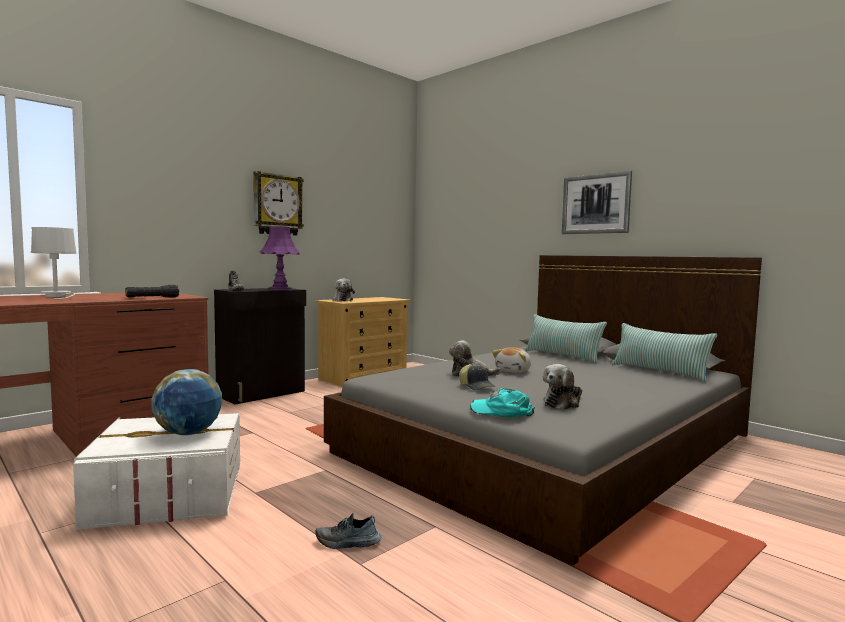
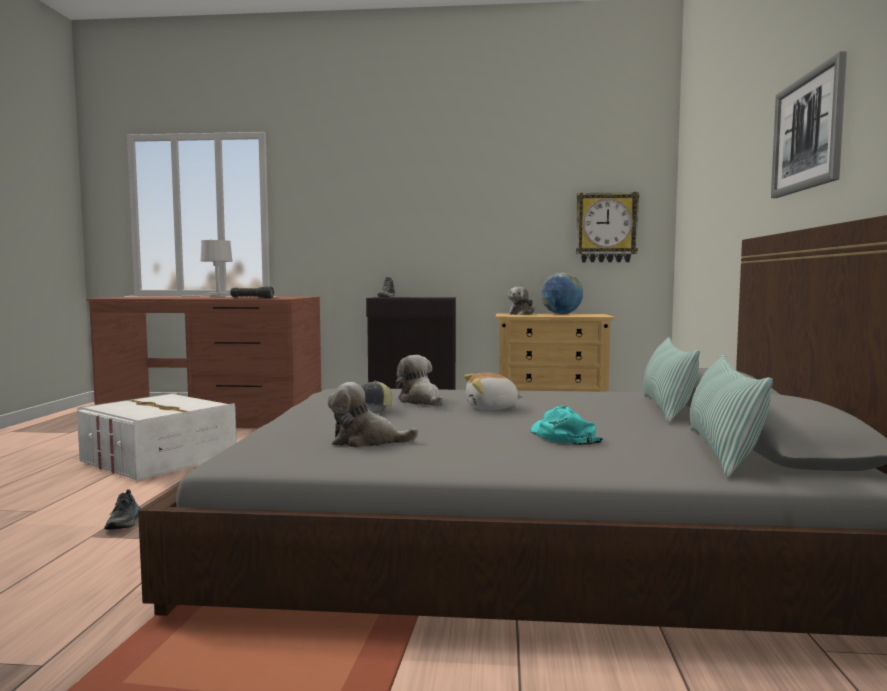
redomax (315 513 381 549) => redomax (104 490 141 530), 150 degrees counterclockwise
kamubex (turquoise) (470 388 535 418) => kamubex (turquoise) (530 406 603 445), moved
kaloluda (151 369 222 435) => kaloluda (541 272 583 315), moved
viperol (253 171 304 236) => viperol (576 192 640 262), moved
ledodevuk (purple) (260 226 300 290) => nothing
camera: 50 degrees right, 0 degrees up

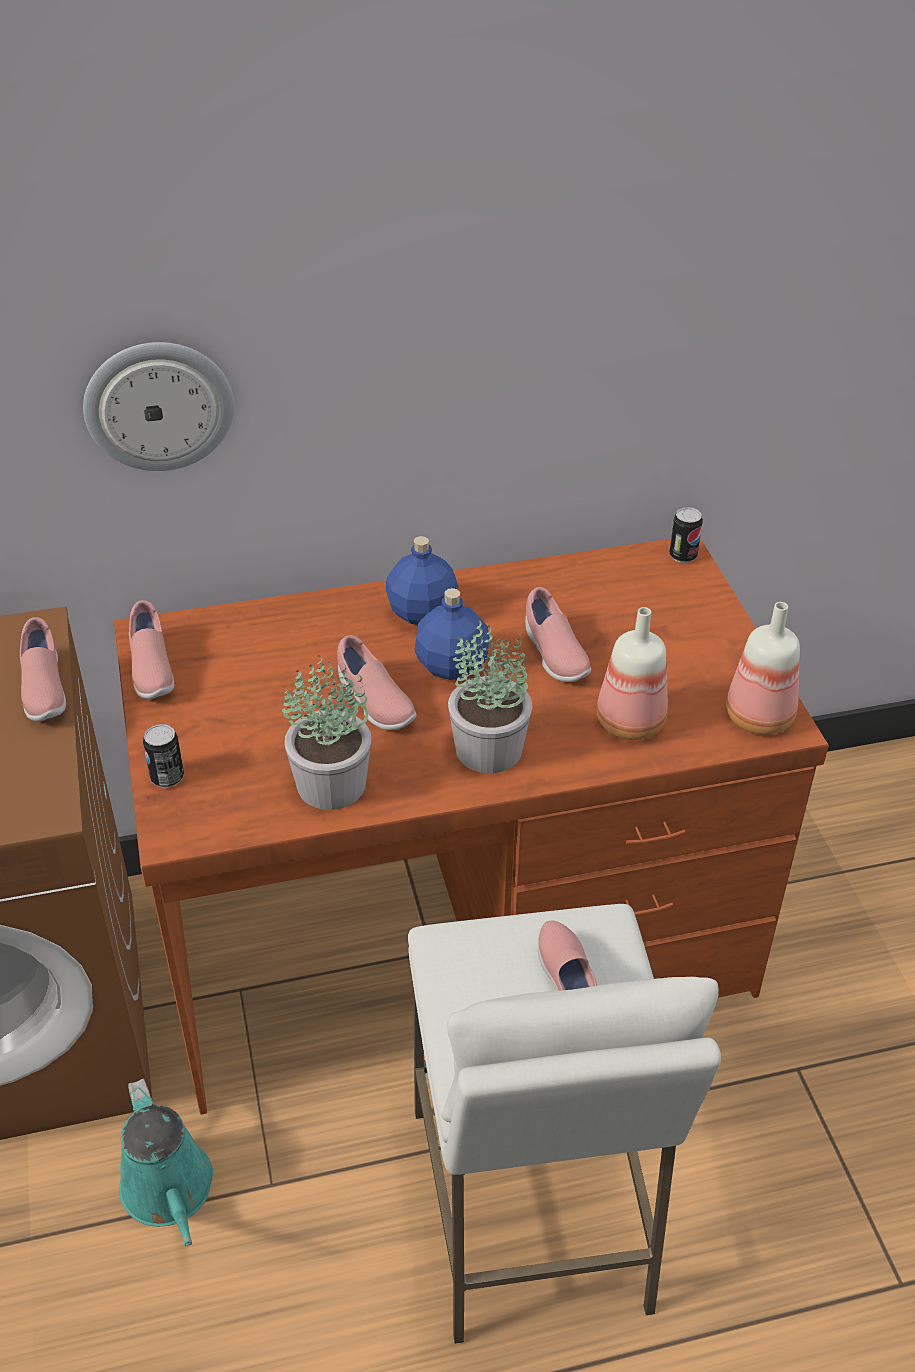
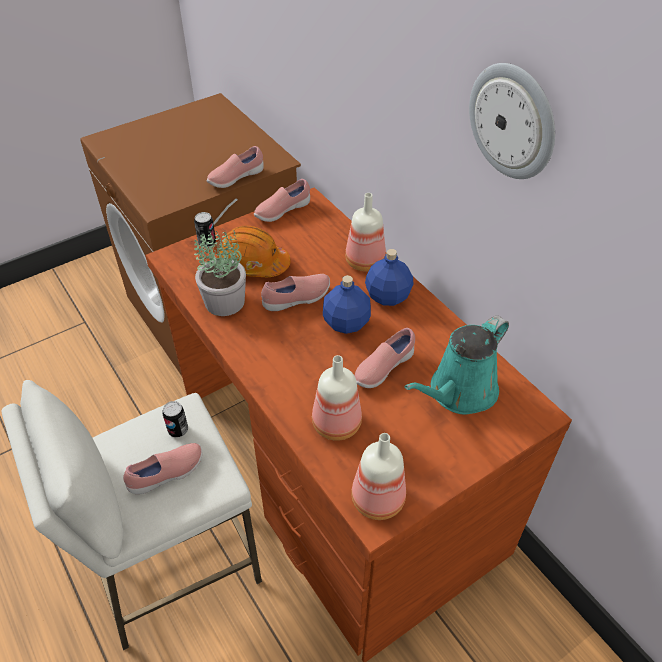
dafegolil (669 507 703 563) => dafegolil (162 401 188 438), moved
nothing => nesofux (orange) (217 225 291 277)
redomax (pink) (337 635 417 730) => redomax (pink) (261 274 330 311), 150 degrees counterclockwise
nothing => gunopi (345 193 386 272)
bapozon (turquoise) (119 1078 213 1246) => bapozon (turquoise) (404 316 509 415), moved
viperol (83 342 234 471) => viperol (469 63 555 179), moved
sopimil (448 619 533 773) => nothing
camera: 70 degrees right, 5 degrees up

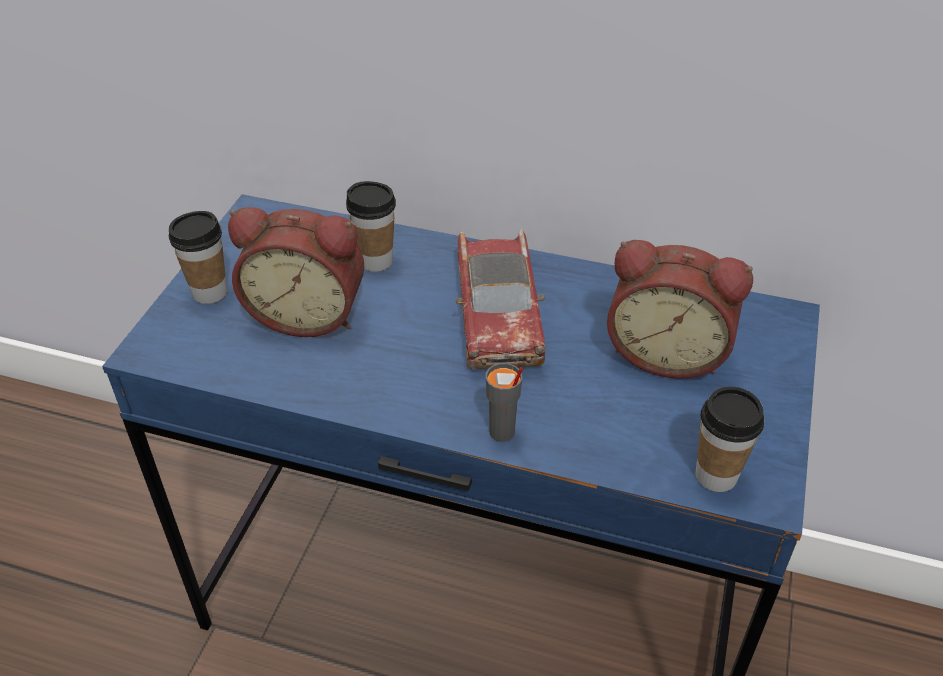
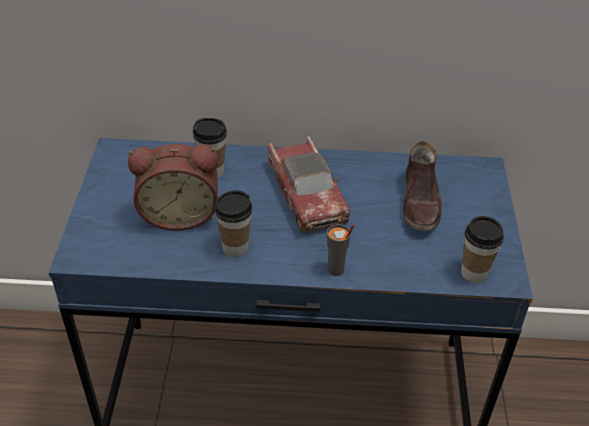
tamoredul (169 211 227 304) => tamoredul (214 190 252 257), moved
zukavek (607 240 753 379) => redomax (brown) (403 141 441 231)
camera: 15 degrees left, 0 degrees up

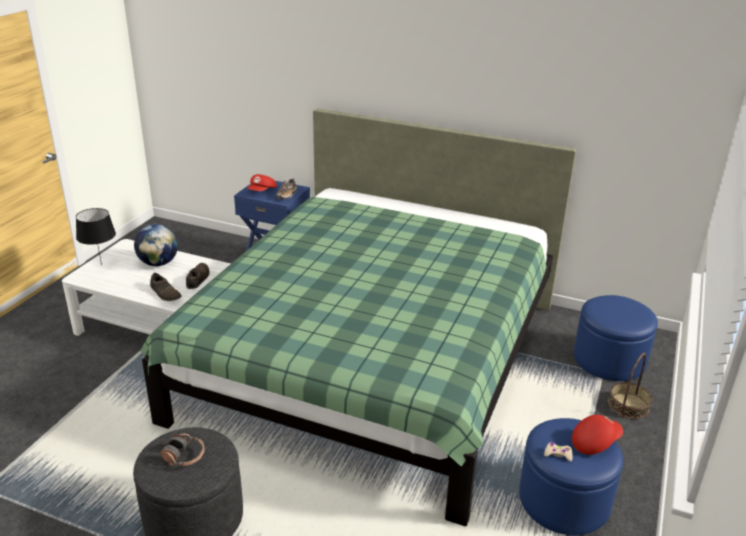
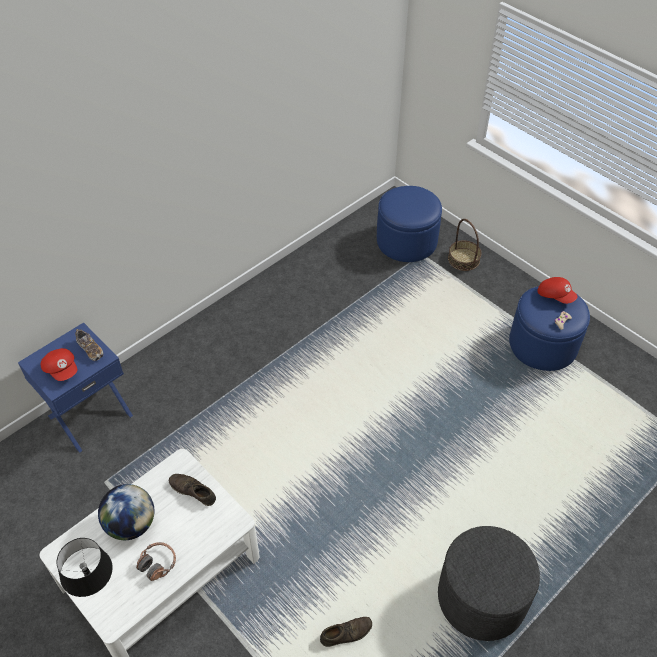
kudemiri (161 434 205 466) => kudemiri (136 542 176 581), moved
redomax (brown) (150 273 182 301) => redomax (brown) (320 617 372 647), moved
kamubex (red) (572 415 623 455) => kamubex (red) (537 277 577 304), 135 degrees clockwise
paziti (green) (141 108 577 526) => nothing
camera: 65 degrees left, 20 degrees up

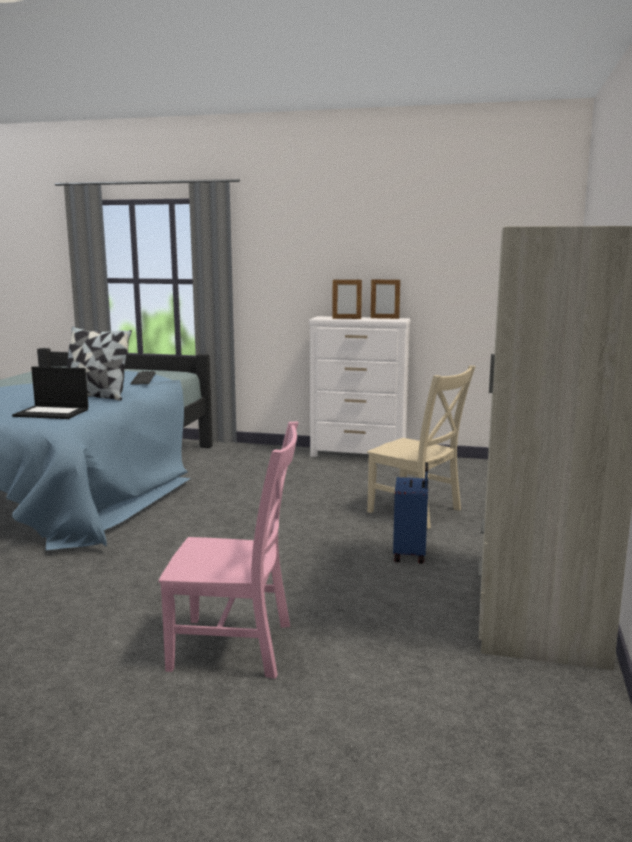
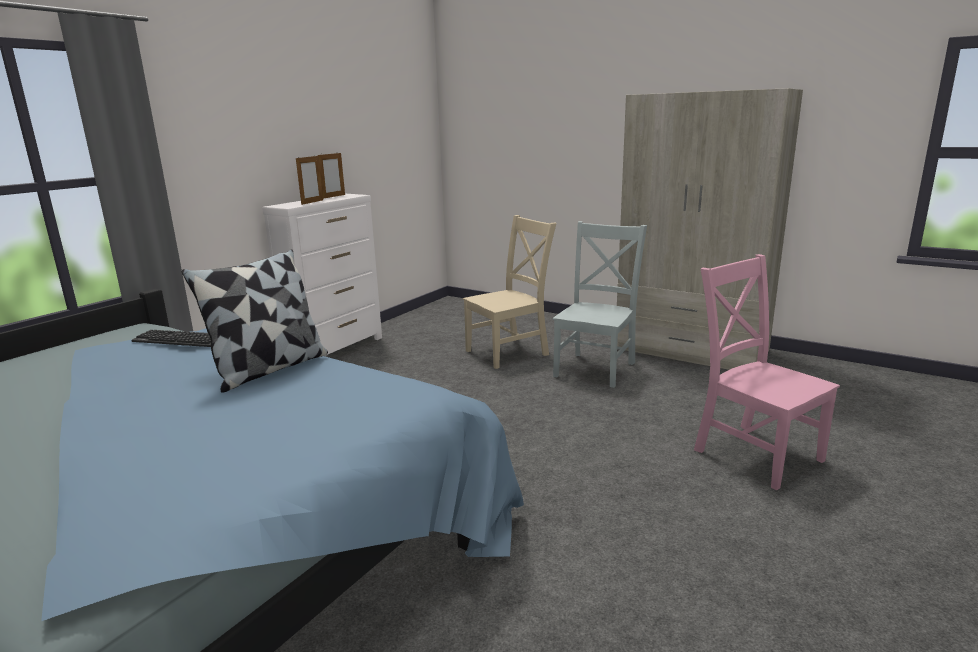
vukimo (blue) (393 462 428 564) => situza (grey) (553 221 647 388)
situza (pink) (159 421 298 679) => situza (pink) (694 254 840 490), 60 degrees counterclockwise
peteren (12 366 88 419) => nothing
camera: 70 degrees left, 5 degrees up

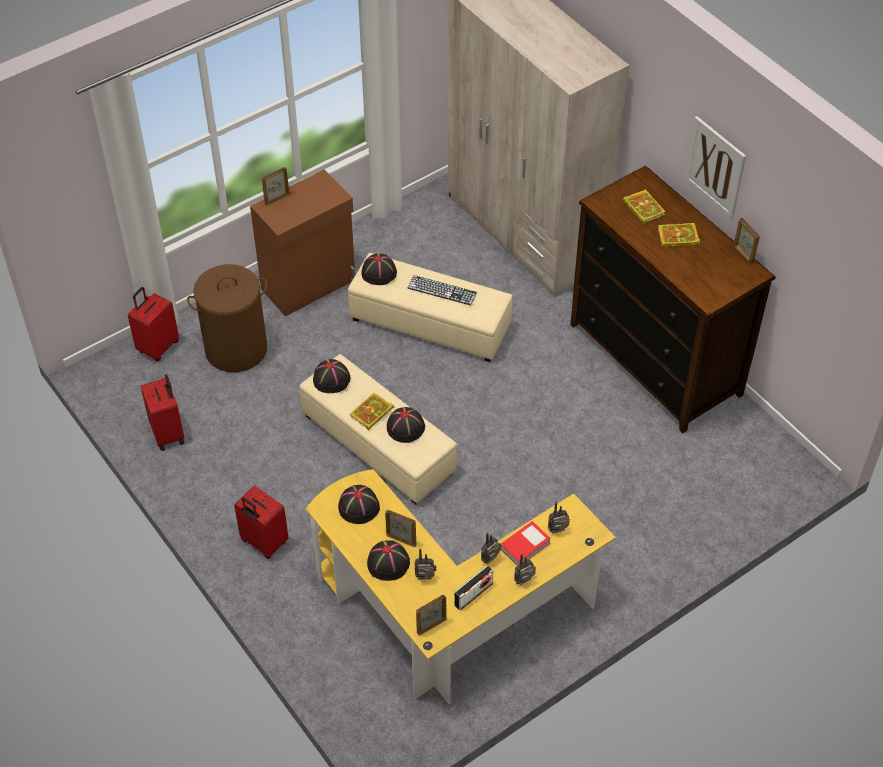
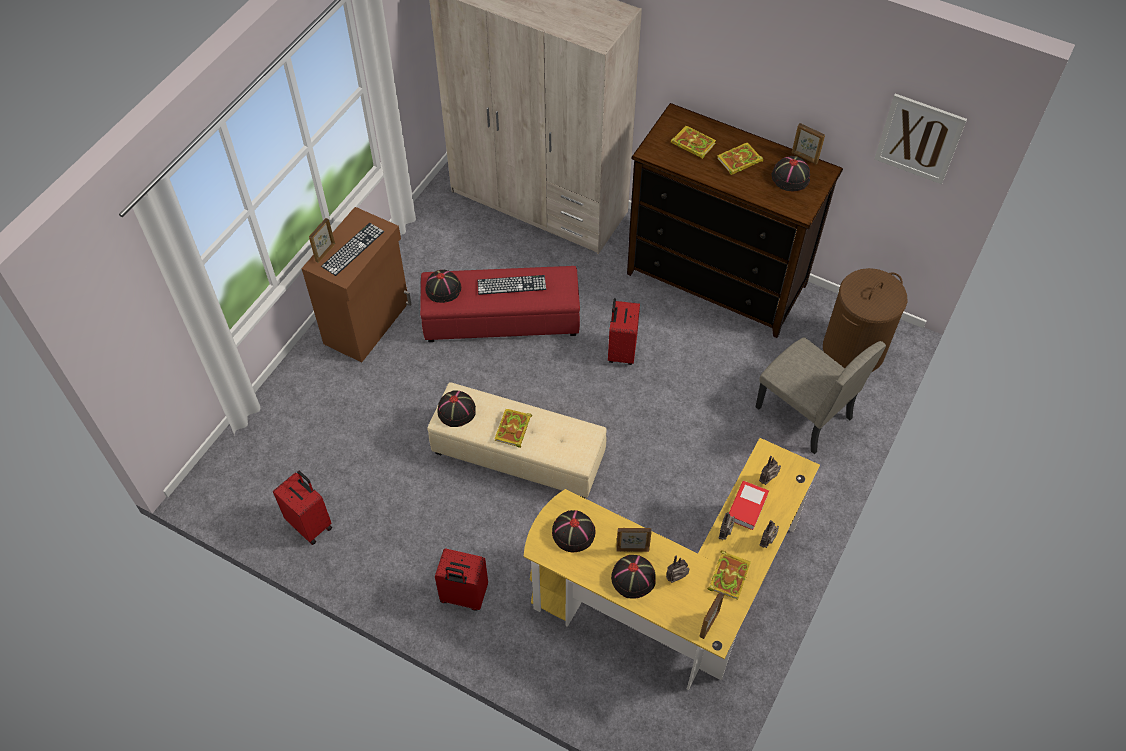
nothing => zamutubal (321 223 384 276)
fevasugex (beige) (348 253 512 362) => fevasugex (red) (420 266 580 342)
vukimo (red) (128 287 179 361) => vukimo (red) (608 298 640 365), moved
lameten (454 565 493 611) => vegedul (707 550 751 600)
nothing => situza (beige) (756 337 886 454)
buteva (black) (387 407 425 443) => buteva (black) (771 156 810 191), moved
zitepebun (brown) (187 264 267 372) => zitepebun (brown) (823 268 907 372), moved
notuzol (684 116 746 219) => notuzol (874 94 967 184), moved
camera: 25 degrees left, 5 degrees up

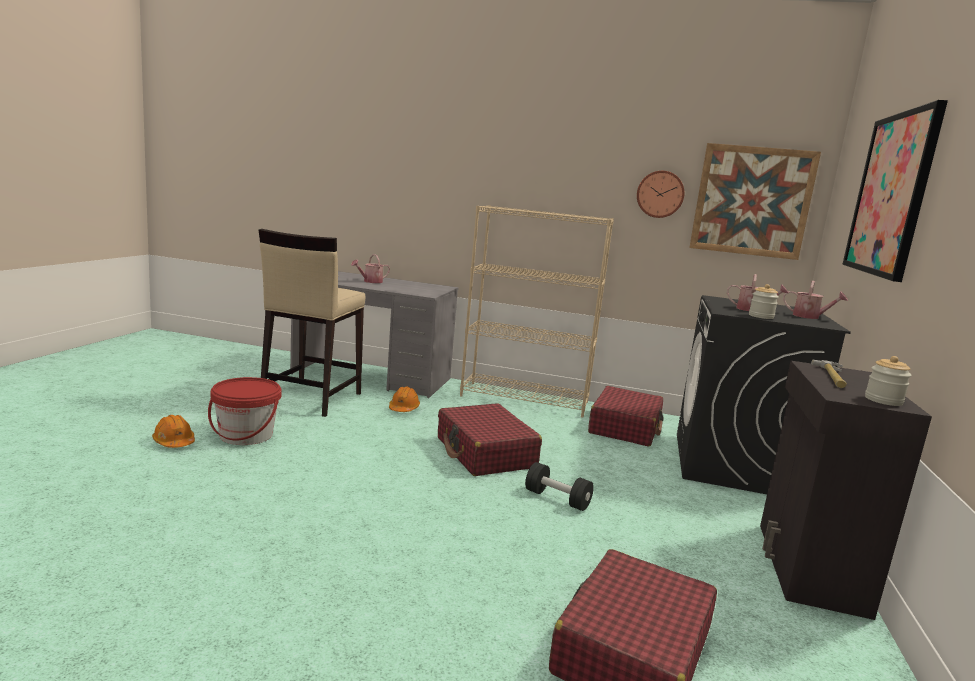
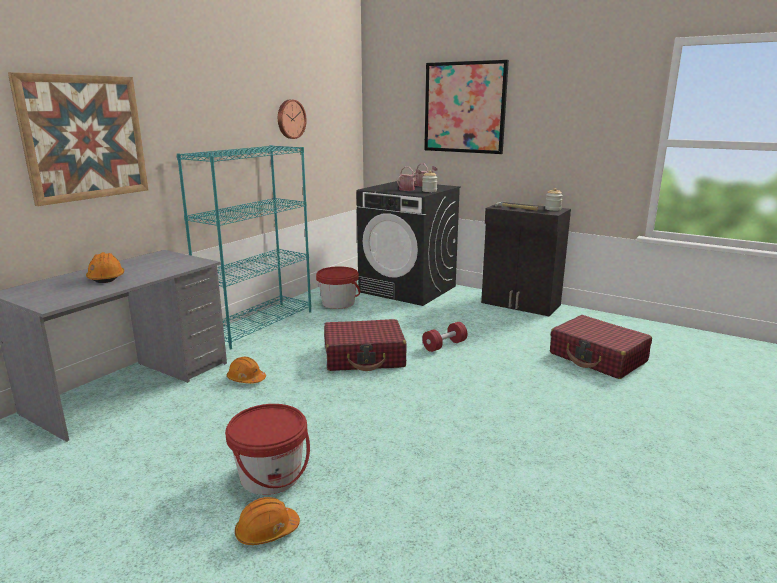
notuzol (689 143 821 260) => notuzol (8 72 148 206), moved
bapozon (351 254 390 283) => nesofux (orange) (86 252 124 283)
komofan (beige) (460 205 614 417) => komofan (turquoise) (177 145 311 349)
vukimo (red) (588 386 663 447) => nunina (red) (316 266 360 309)
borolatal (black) (525 462 594 511) => borolatal (red) (422 322 467 352)
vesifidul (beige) (259 229 365 417) => nothing
camera: 70 degrees left, 5 degrees up

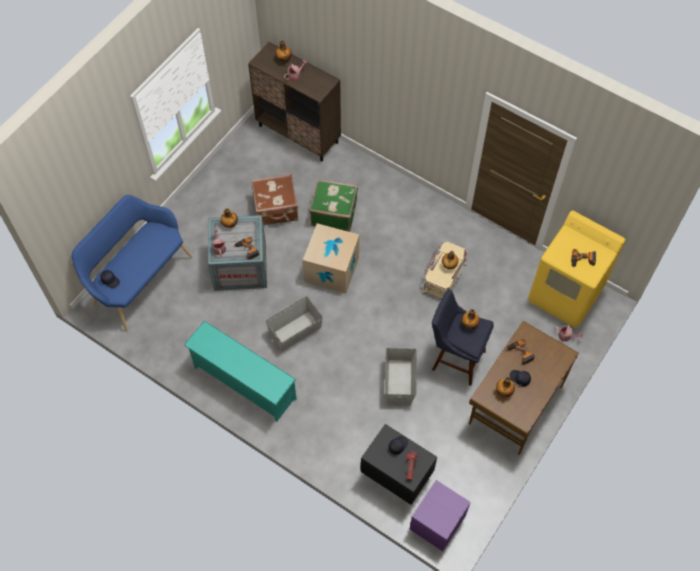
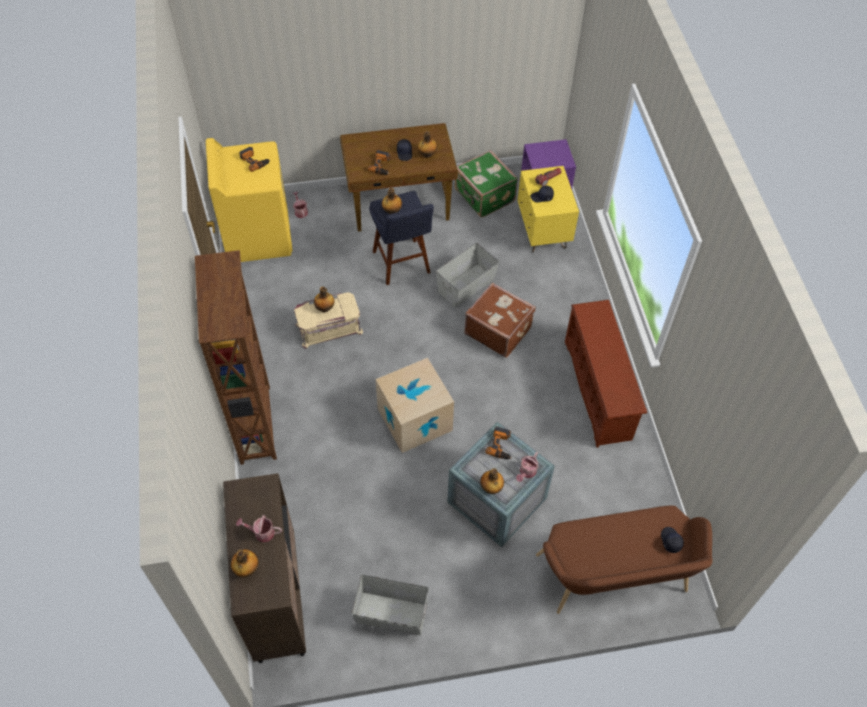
nothing => komofan (brown) (195 250 277 465)
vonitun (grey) (266 296 323 352) => vonitun (grey) (351 574 429 635), moved
vukimo (green) (309 179 358 232) => vukimo (green) (455 150 518 218), moved
vukimo (brown) (251 174 298 225) => vukimo (brown) (464 283 536 358), moved
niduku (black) (361 424 437 505) => niduku (yellow) (518 166 579 252)
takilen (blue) (72 195 192 332) => takilen (brown) (536 506 713 614)
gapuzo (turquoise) (184 321 297 422) => gapuzo (brown) (565 300 647 448)
camera: 135 degrees left, 5 degrees down

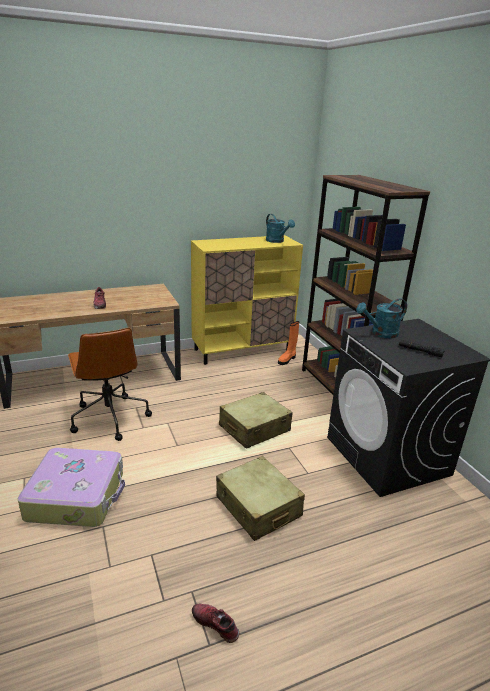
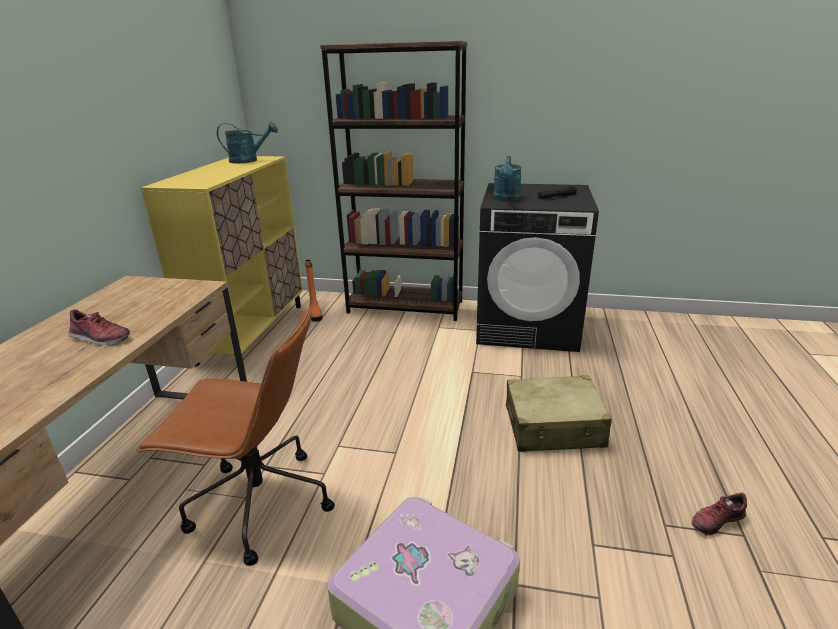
vukimo (beige) (219 392 293 449) => nothing
camera: 55 degrees left, 0 degrees up

